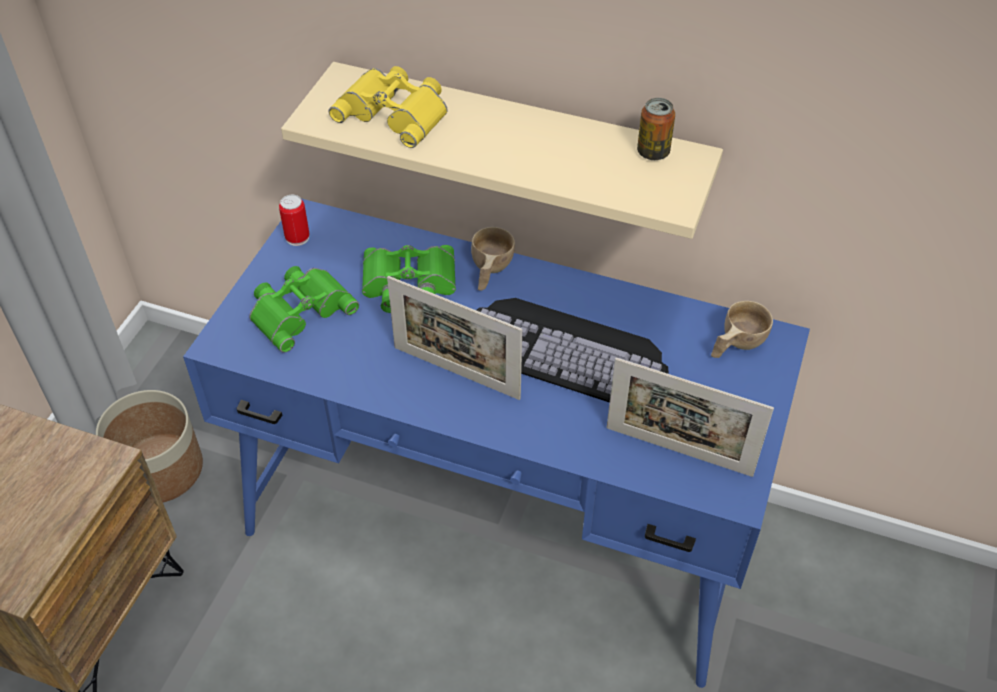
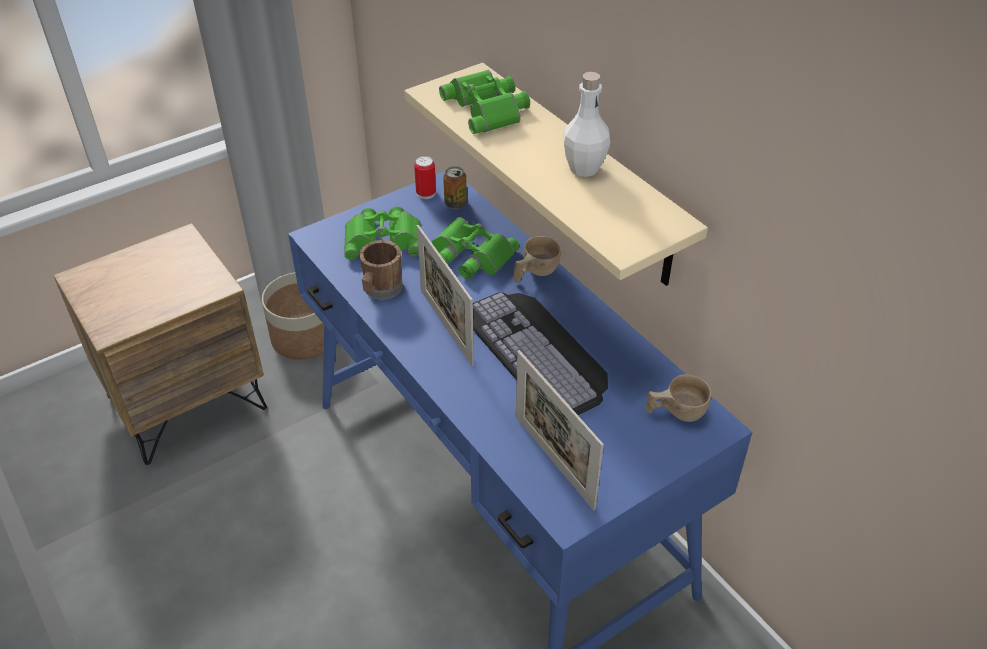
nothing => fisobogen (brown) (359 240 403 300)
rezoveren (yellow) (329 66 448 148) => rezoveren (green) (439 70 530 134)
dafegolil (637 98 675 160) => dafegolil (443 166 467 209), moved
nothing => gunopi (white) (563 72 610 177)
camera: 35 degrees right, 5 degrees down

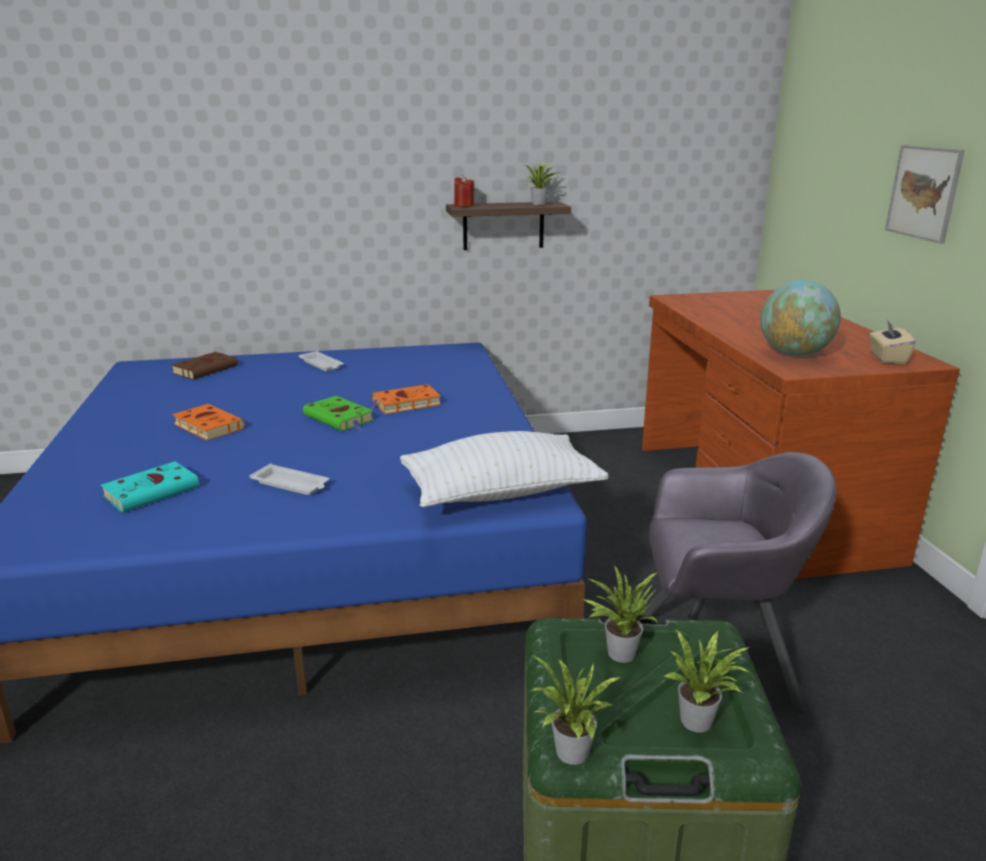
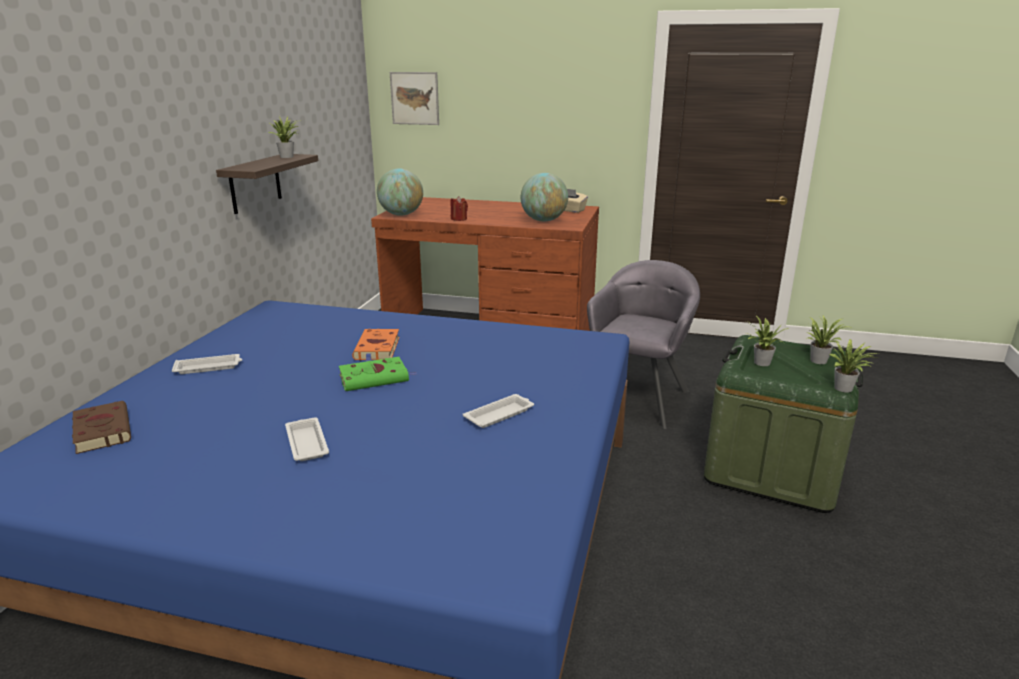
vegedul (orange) (172 404 245 441) => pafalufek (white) (285 418 329 461)
nothing => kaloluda (377 168 423 216)
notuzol (885 145 965 244) => notuzol (390 72 439 125), moved
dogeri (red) (454 176 474 207) => dogeri (red) (451 196 468 221), moved
vegedul (turquoise) (101 461 206 512) => nothing
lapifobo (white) (400 431 609 507) => nothing
camera: 65 degrees left, 0 degrees up

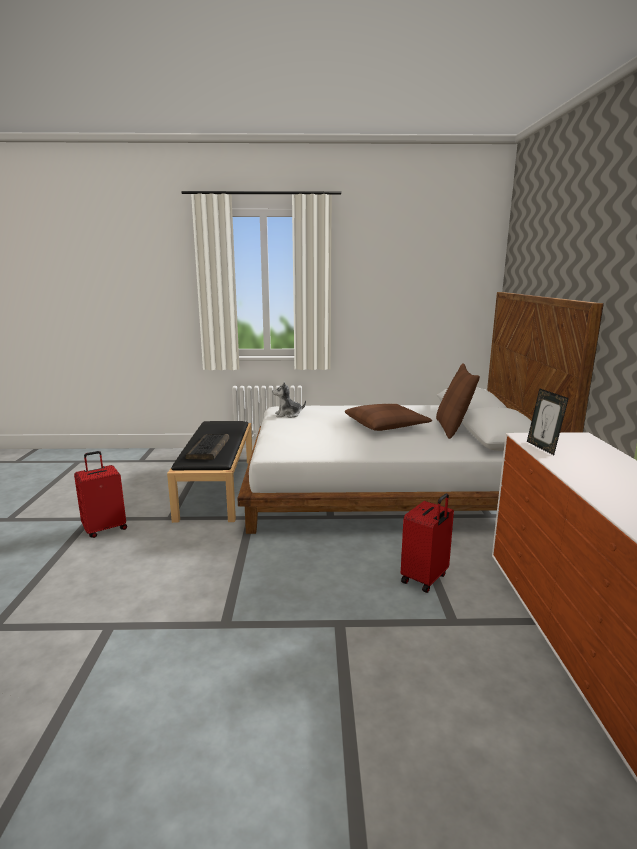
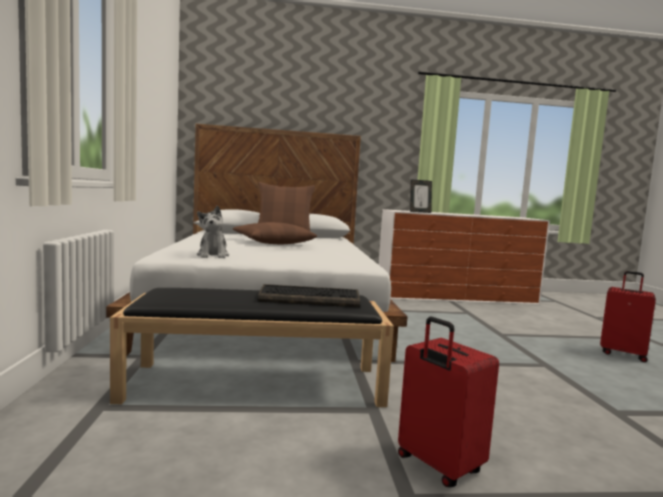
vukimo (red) (401 493 454 593) => vukimo (red) (600 271 656 362), moved
camera: 95 degrees left, 10 degrees down

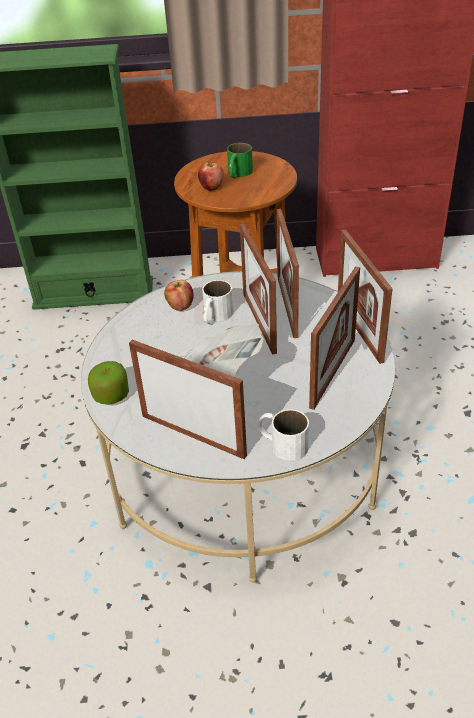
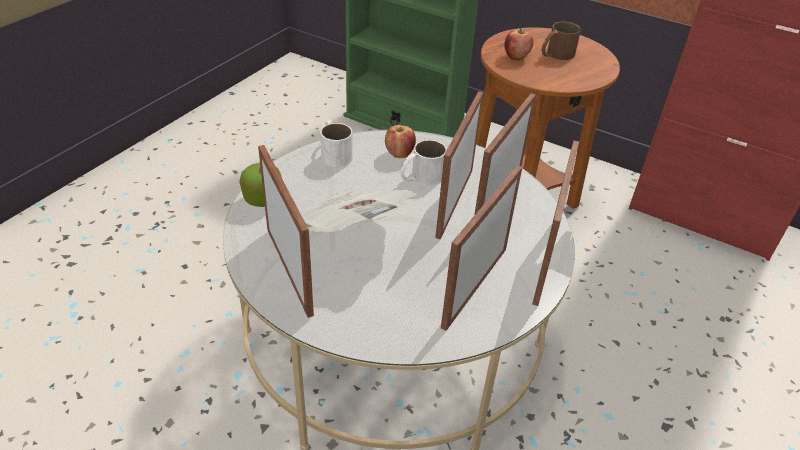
fisobogen (white) (258 409 309 461) => fisobogen (white) (320 120 353 167), moved
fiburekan (309 266 360 410) => fiburekan (441 165 522 331), 150 degrees clockwise
fisobogen (green) (227 143 253 178) => fisobogen (brown) (542 22 581 60)
camera: 30 degrees right, 0 degrees up

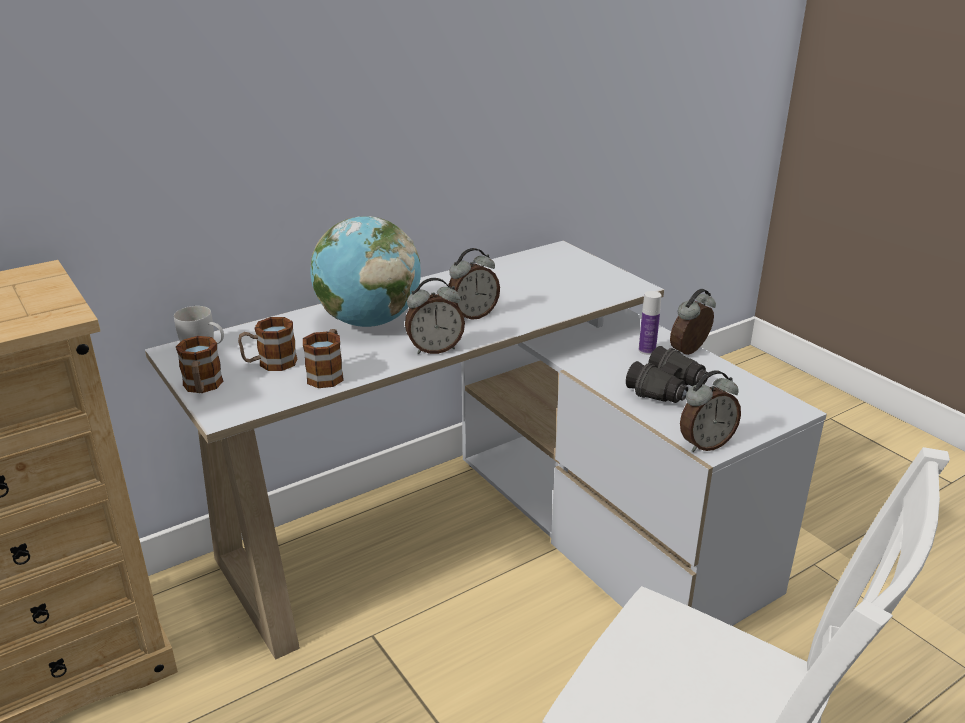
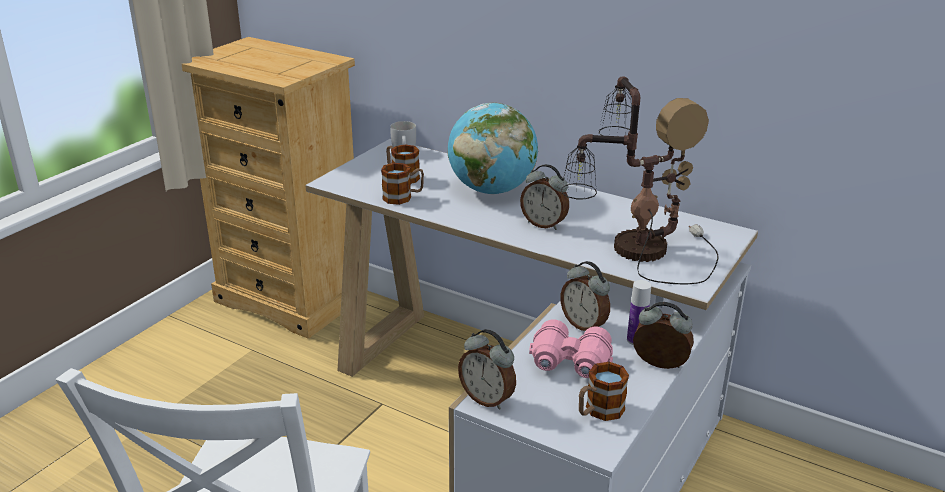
rezoveren (black) (626 346 708 403) => rezoveren (pink) (529 319 613 378)
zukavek (405 278 465 354) => zukavek (560 261 610 331), moved
nothing => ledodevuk (561 76 718 284)
fisobogen (176 336 223 393) => fisobogen (579 362 629 421), moved
camera: 65 degrees right, 0 degrees up

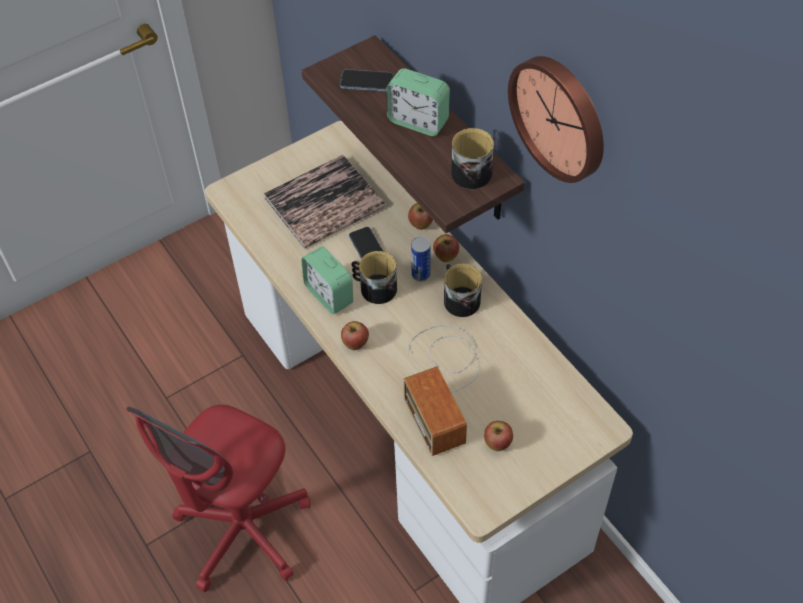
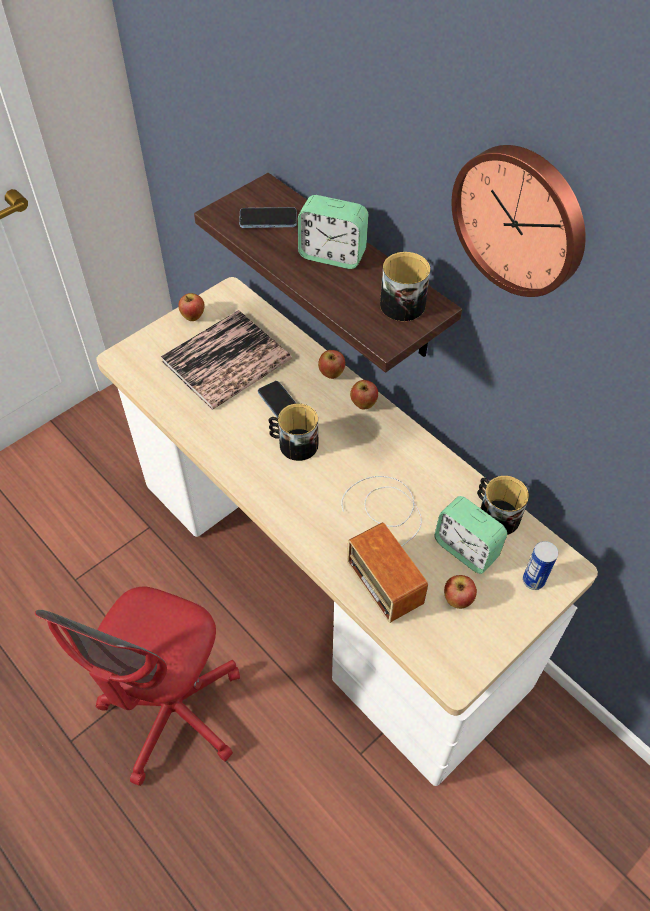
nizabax (341 321 369 350) => nizabax (178 293 205 321), moved
zukavek (301 246 353 314) => zukavek (434 496 507 574), moved
fisobogen (444 264 482 317) => fisobogen (477 476 529 535), moved
dafegolil (411 237 430 282) => dafegolil (523 541 558 590), moved
camera: 10 degrees left, 0 degrees up

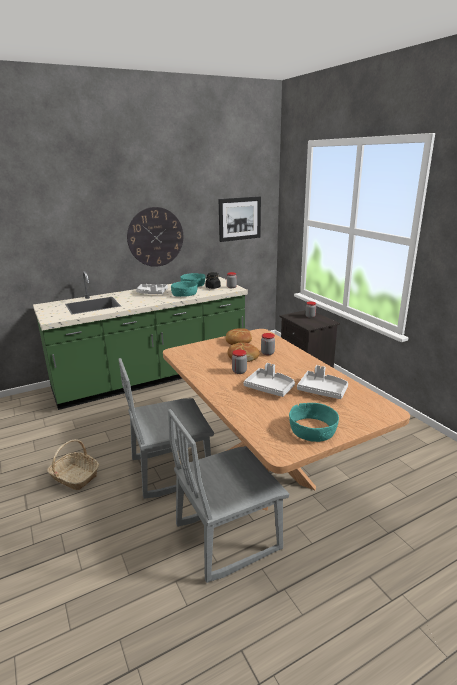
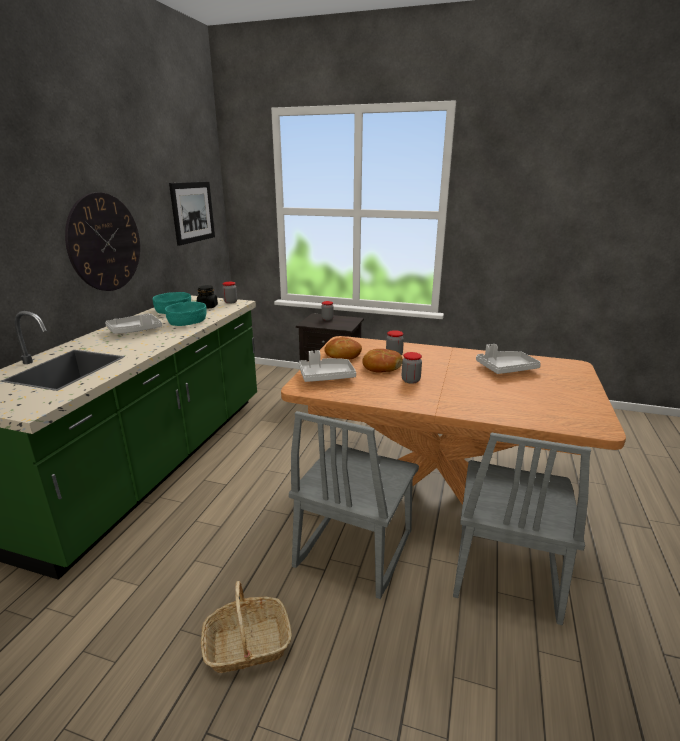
pafalufek (grey) (244 363 295 397) => pafalufek (grey) (299 350 356 382), moved
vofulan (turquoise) (289 403 339 442) => nothing
camera: 45 degrees left, 0 degrees up

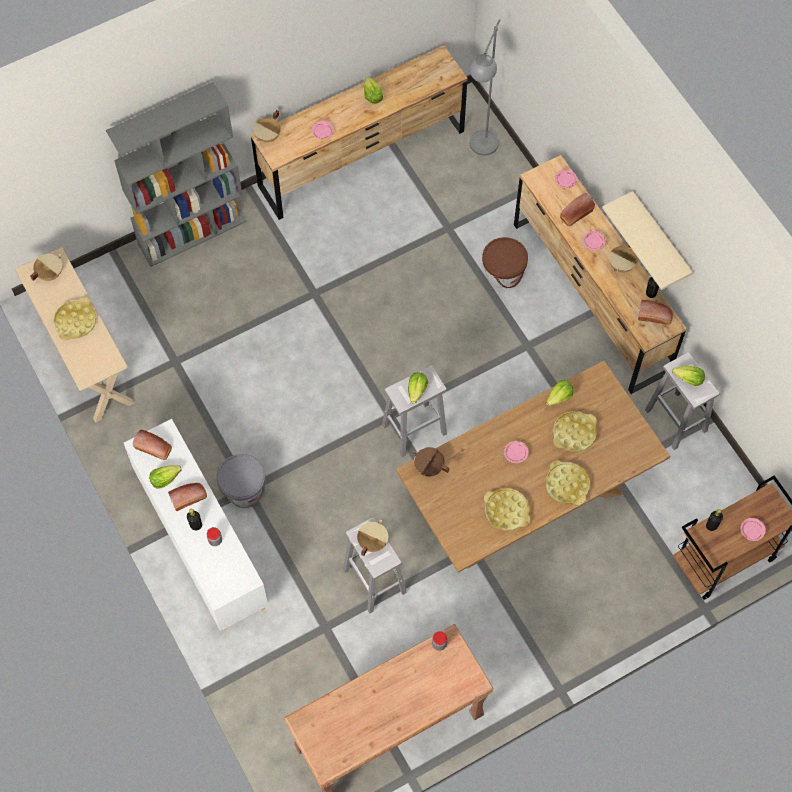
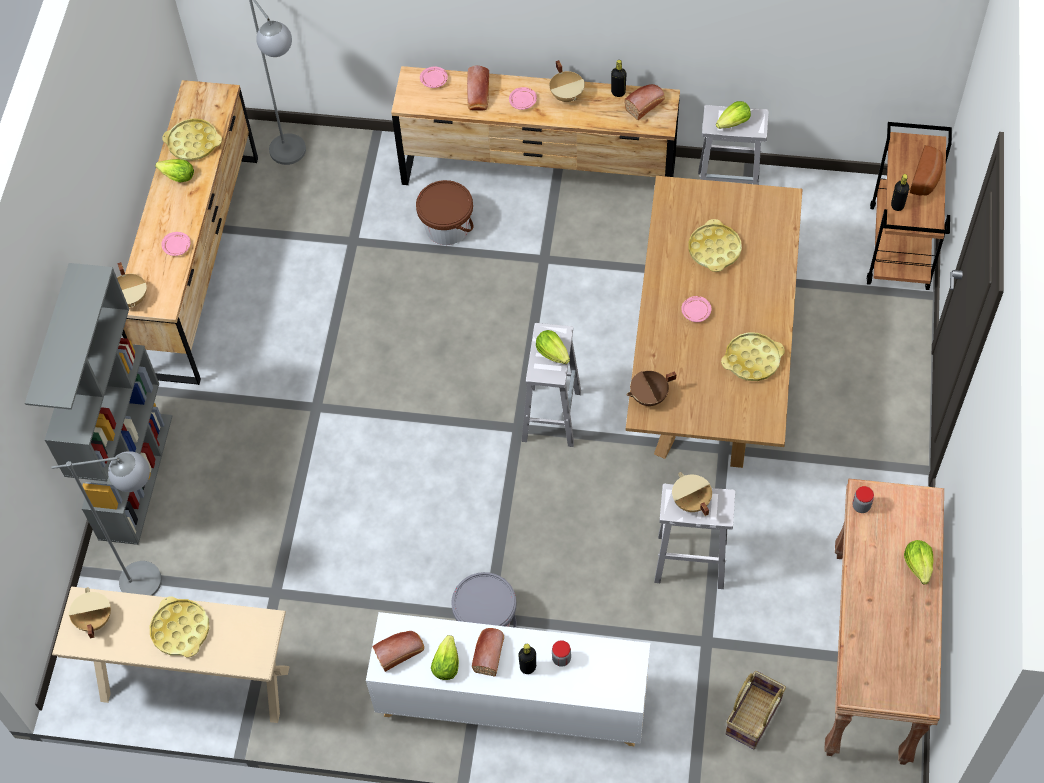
nothing => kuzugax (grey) (51 451 162 596)
pafalufek (yellow) (546 461 590 505) => pafalufek (yellow) (162 118 222 161), moved
nothing => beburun (725 671 786 749)
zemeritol (546 380 574 406) => zemeritol (904 540 934 584), moved
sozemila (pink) (741 518 766 541) => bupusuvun (910 145 943 196)
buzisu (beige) (602 191 693 290) => nothing
camera: 50 degrees left, 5 degrees down

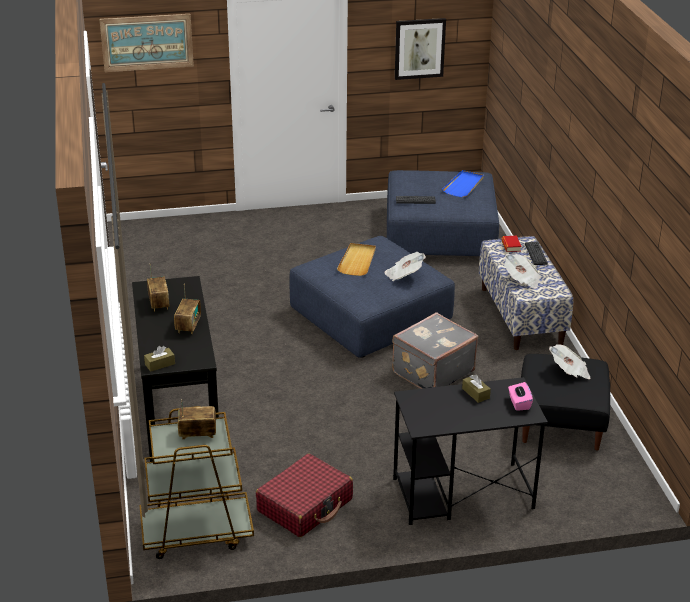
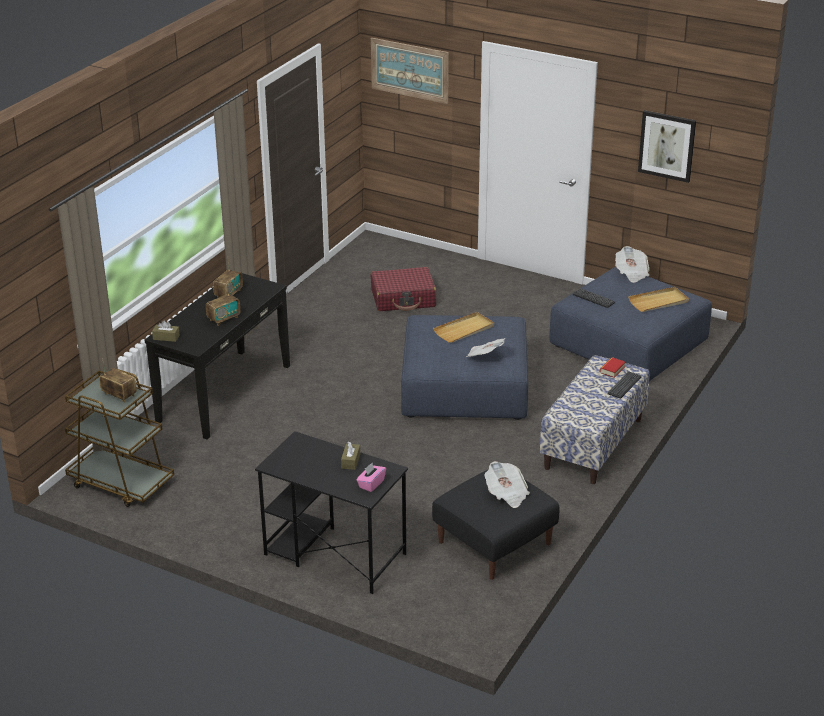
vukimo (red) (256 453 353 537) => vukimo (red) (371 267 436 311), moved
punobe (504 254 541 289) => punobe (615 246 649 283), moved
pafalufek (blue) (442 170 484 197) => pafalufek (beige) (628 287 689 312)
vukimo (grey) (392 312 478 389) => nothing
camera: 40 degrees right, 0 degrees up

